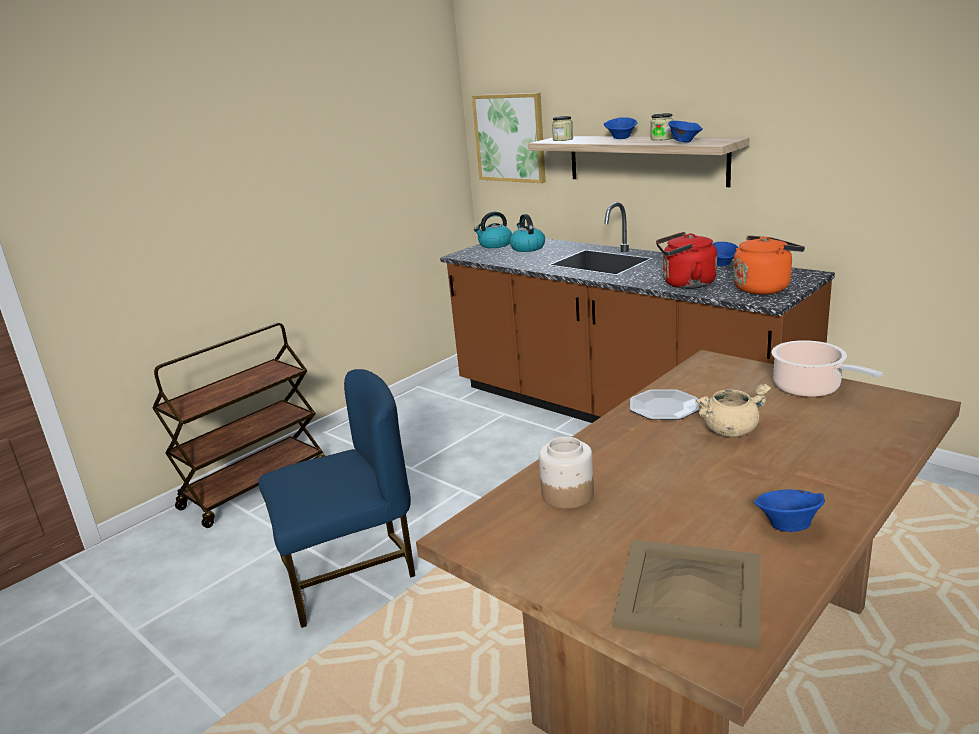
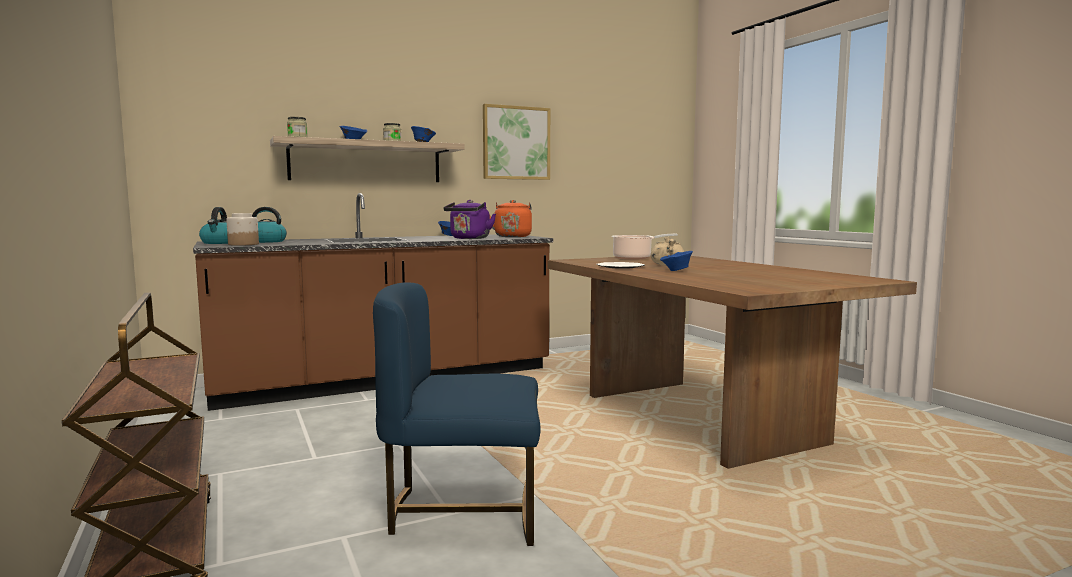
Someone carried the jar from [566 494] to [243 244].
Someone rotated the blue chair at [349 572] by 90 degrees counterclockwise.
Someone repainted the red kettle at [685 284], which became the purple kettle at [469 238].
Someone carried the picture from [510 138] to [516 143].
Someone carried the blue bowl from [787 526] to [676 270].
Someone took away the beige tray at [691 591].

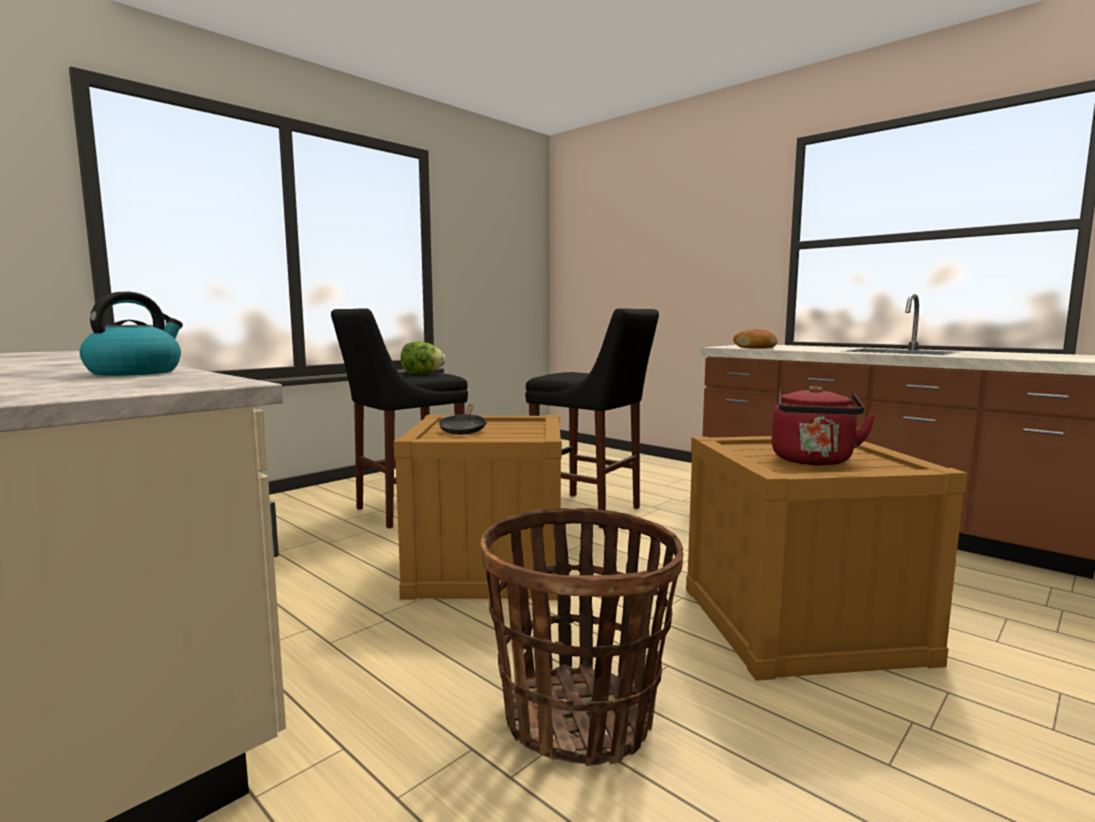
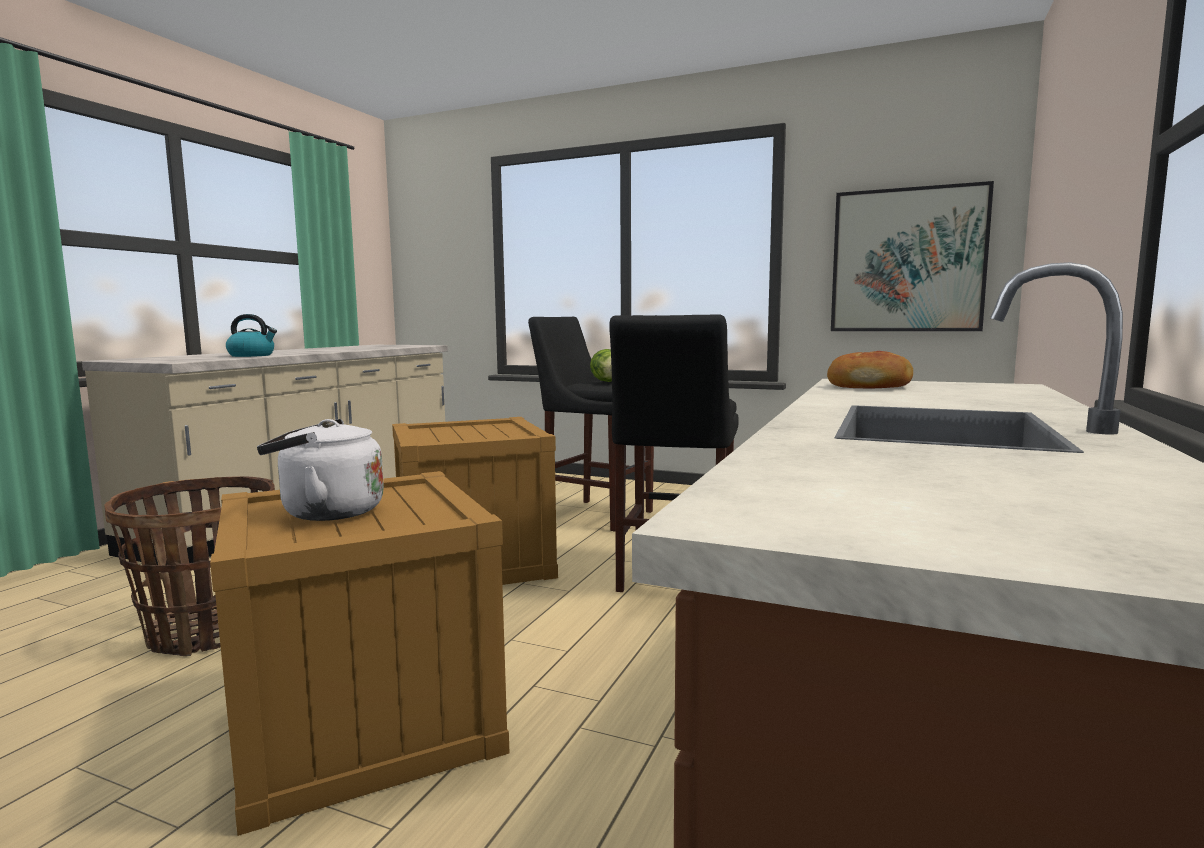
Someone repainted the red kettle at [813 461], which became the white kettle at [326 513].
Someone put up the picture at [907 260].
Someone took away the black frying pan at [463 430].

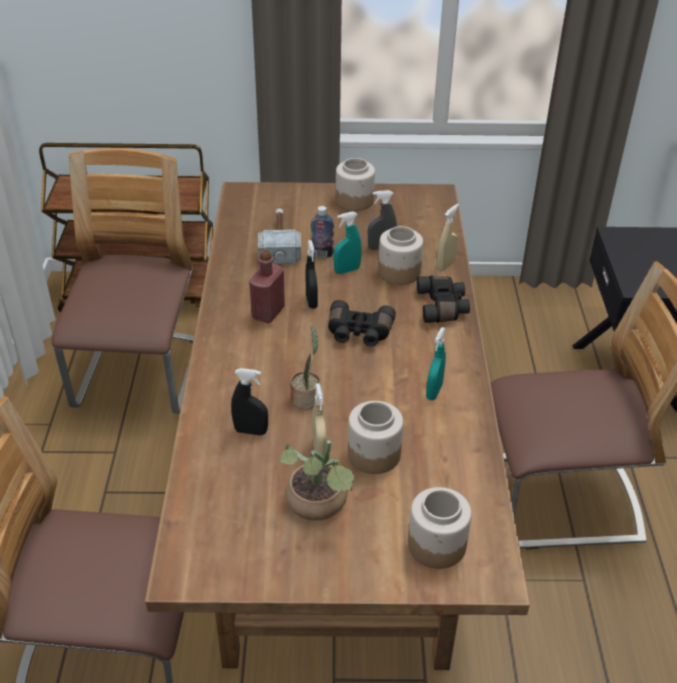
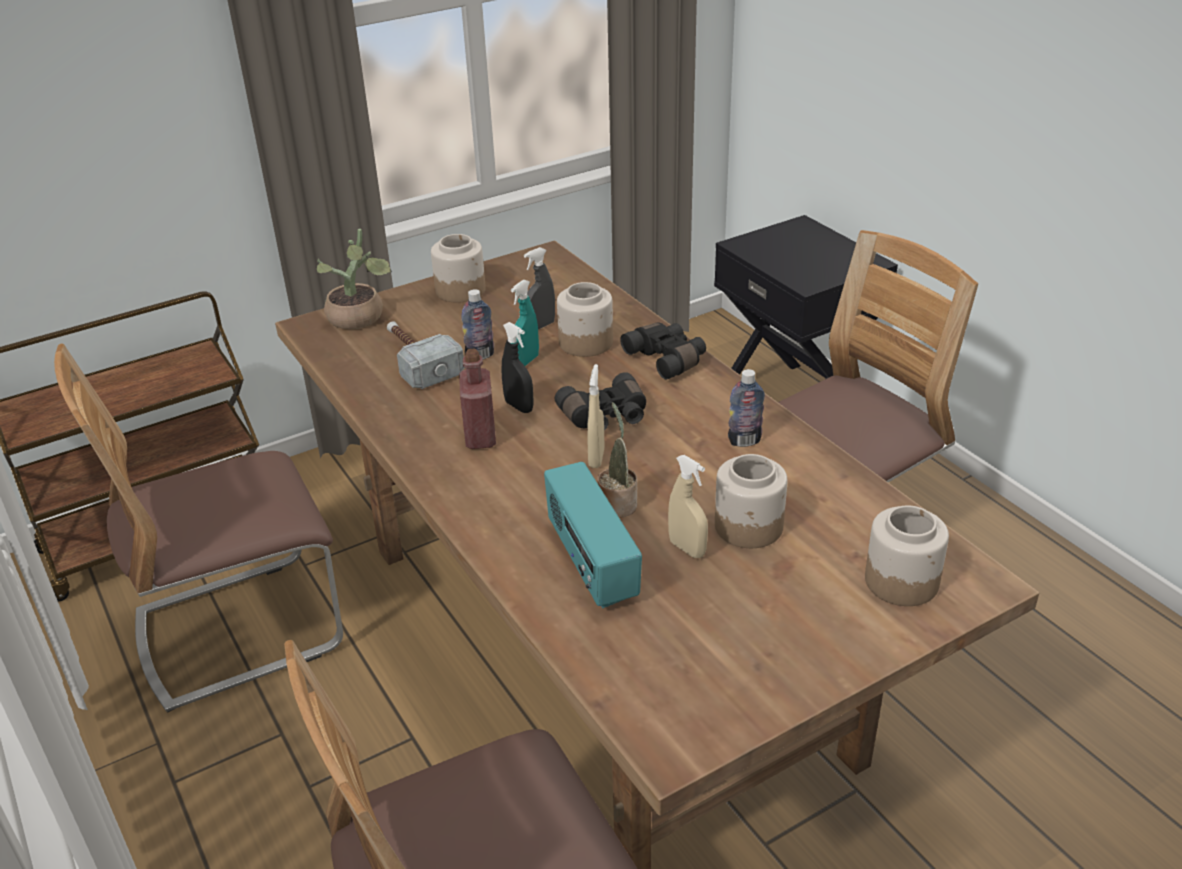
Someone rotated the chair at [140 376] by 90 degrees counterclockwise.
Someone carried the potted plant from [318 506] to [360 320].
Someone swapped the black spray bottle at [251 431] for the radio at [590 564].
Someone carried the beige spray bottle from [445 265] to [596 458].
Someone swapped the turquoise spray bottle at [434 392] for the bottle at [744 441].

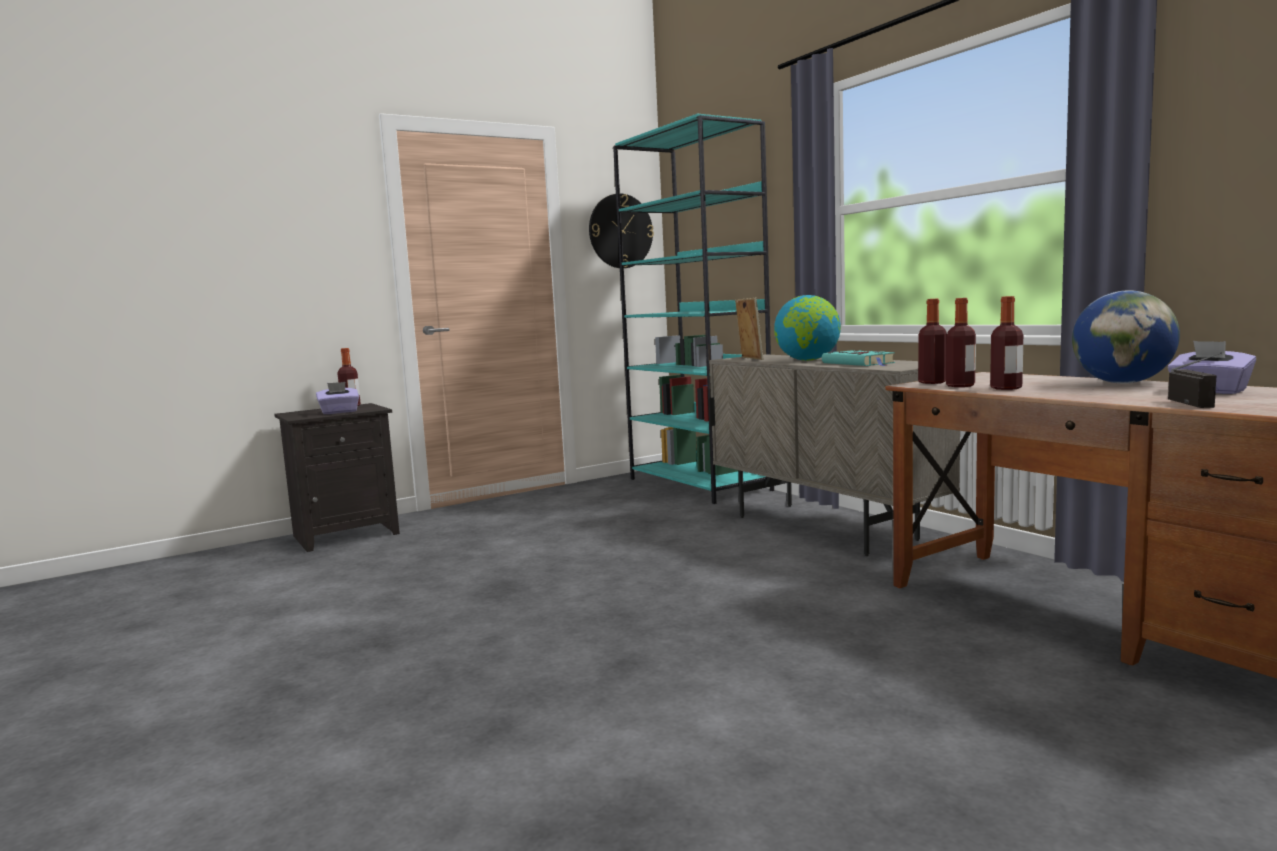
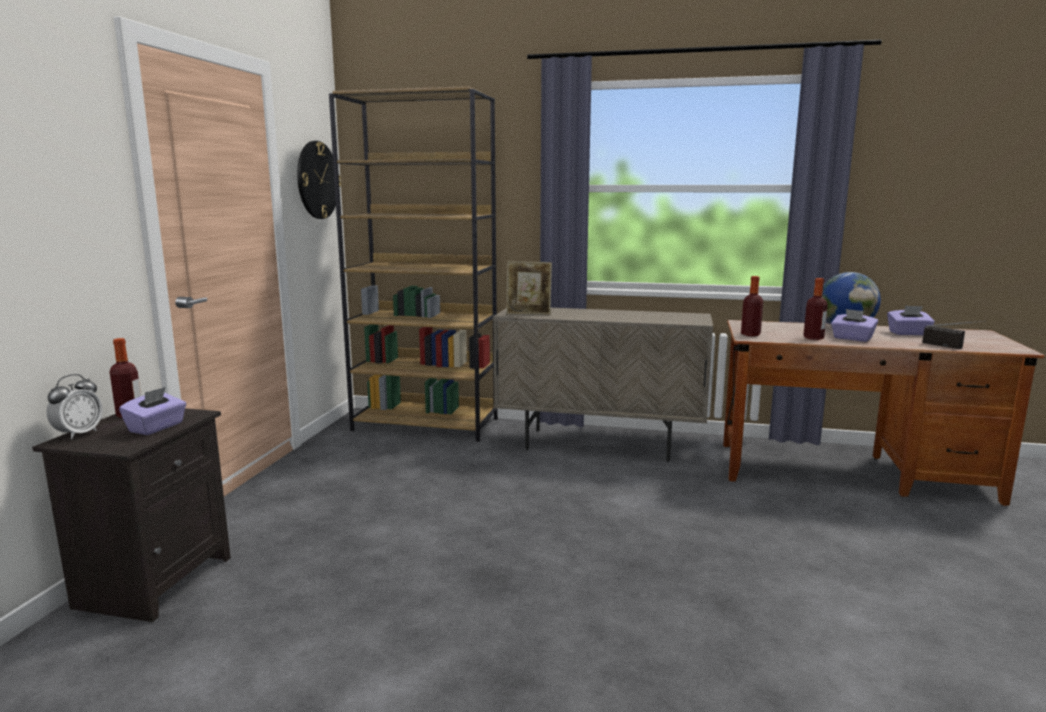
Someone put down the alarm clock at [78 434].
Someone repainted the turquoise bookcase at [700 484], which became the brown bookcase at [426 424].
Someone rotated the picture frame at [750 359] by 150 degrees clockwise.
Someone put down the purple tissue box at [852 338].
Someone took away the globe at [807 360].
Someone took away the turquoise book at [859 363].
Someone took away the bottle at [960 386].

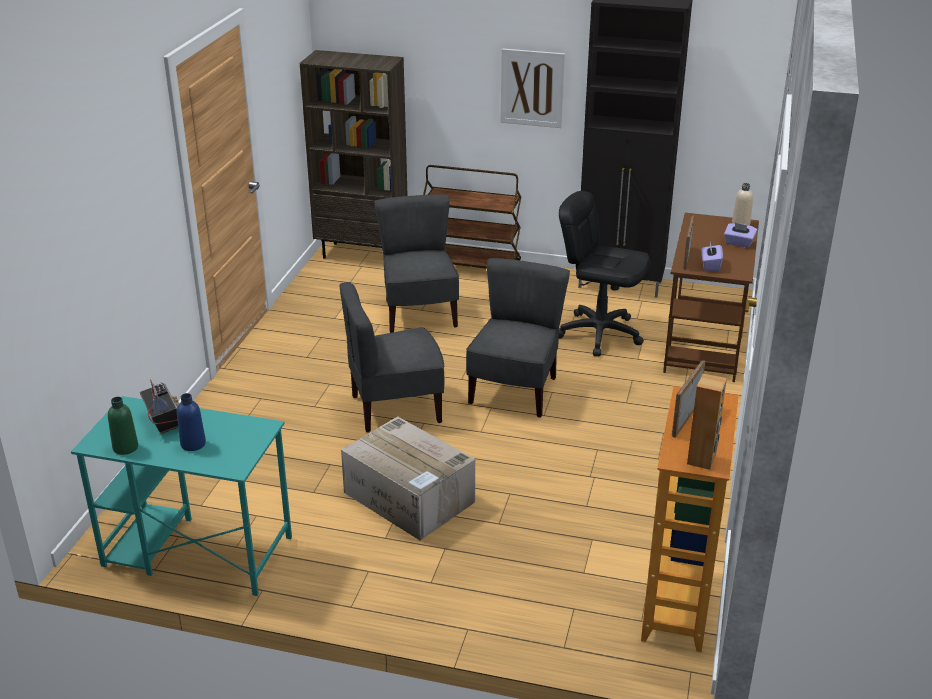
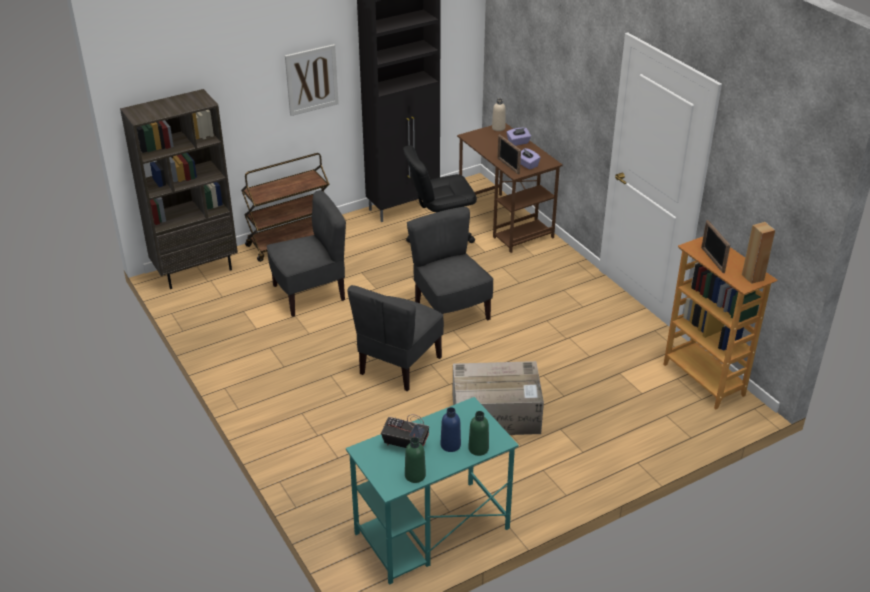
Someone rotated the grey chair at [419 314] by 120 degrees clockwise.
Someone put down the green bottle at [478 449].

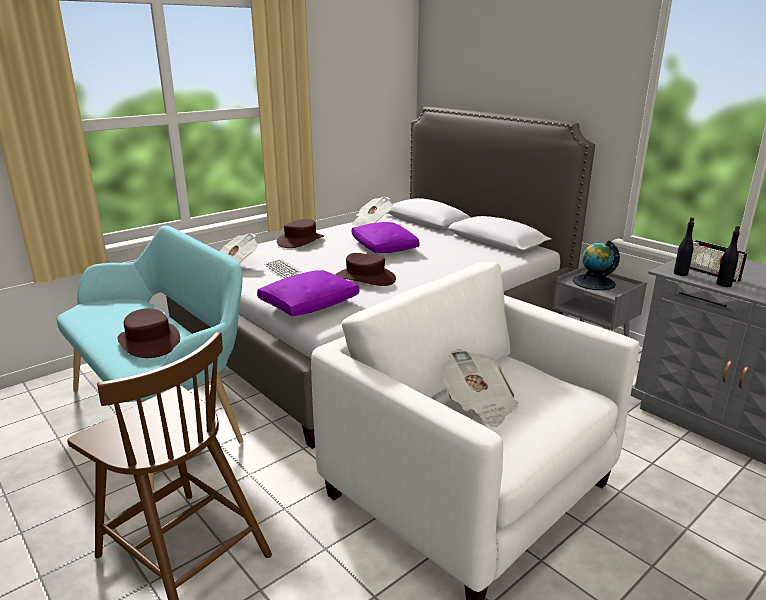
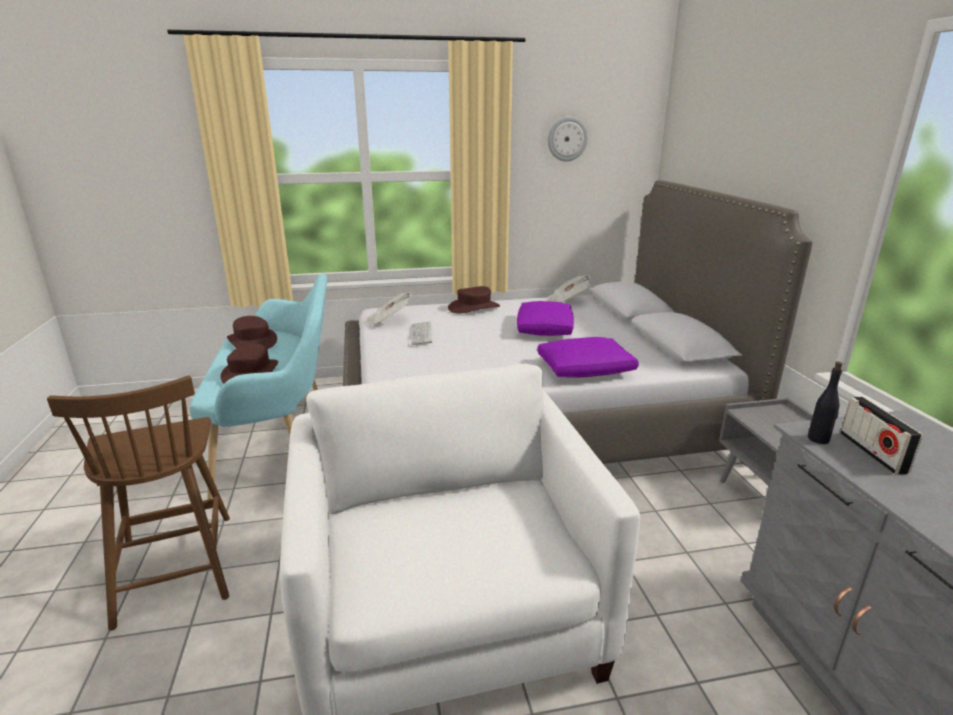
Someone carried the brown hat from [365 278] to [253 341].
Someone carried the purple pillow from [308 305] to [584 369].
Someone put up the wall clock at [567 139].
Someone took away the newspaper at [478 405].
Someone took away the globe at [594 282].
Someone took away the black bottle at [723 284].

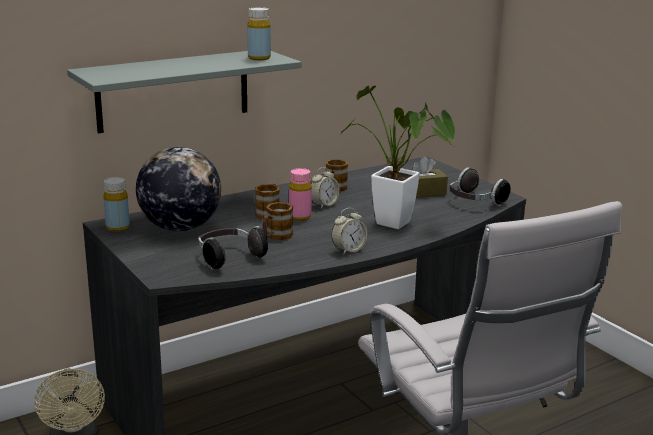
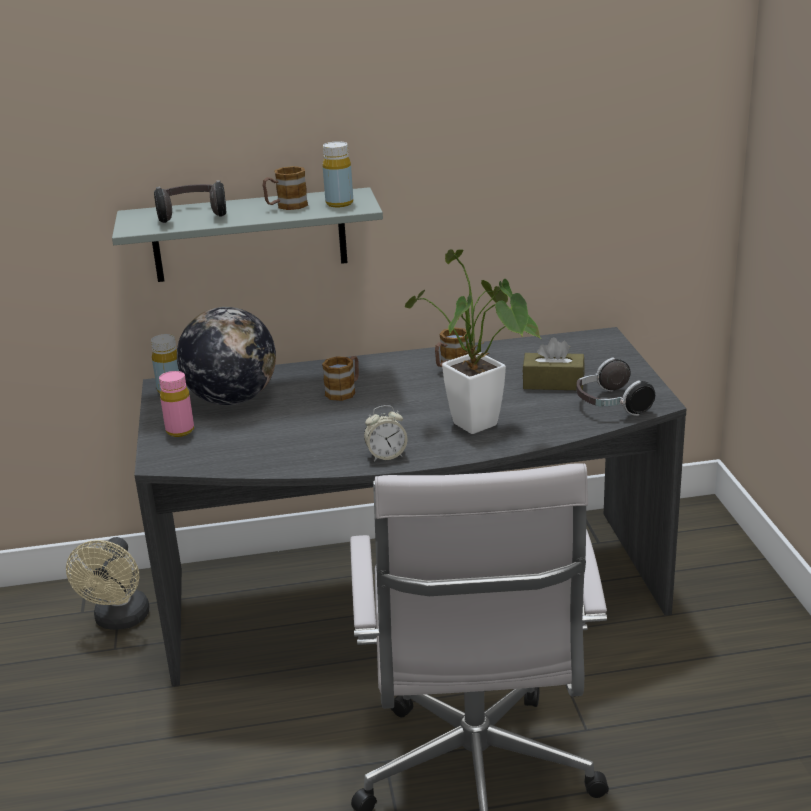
Someone carried the headphones from [229 258] to [192 215].
Someone carried the pink bottle from [300 217] to [180 431].
Someone carried the mug from [276 236] to [286 206].
Someone took away the alarm clock at [324 205].

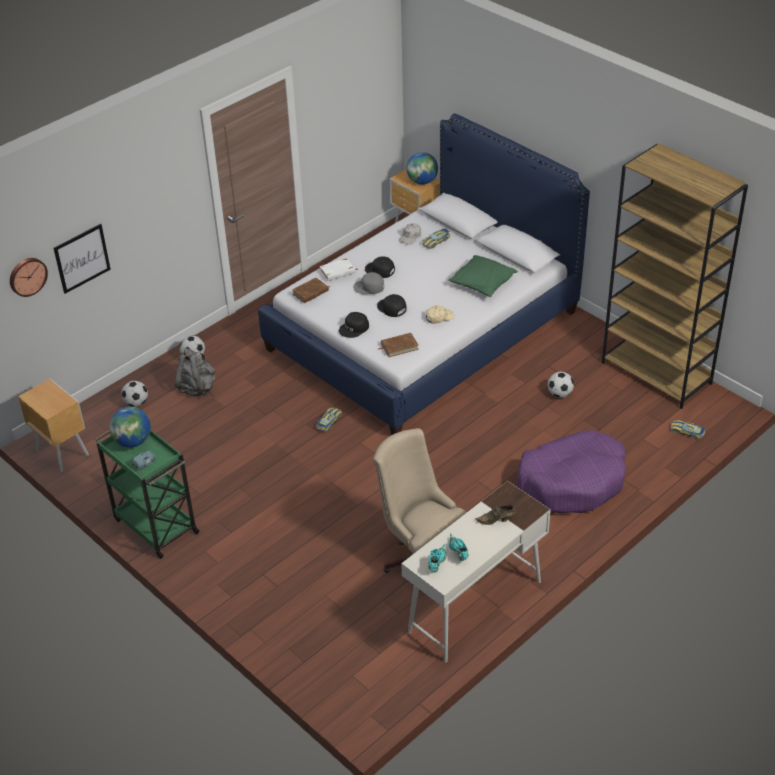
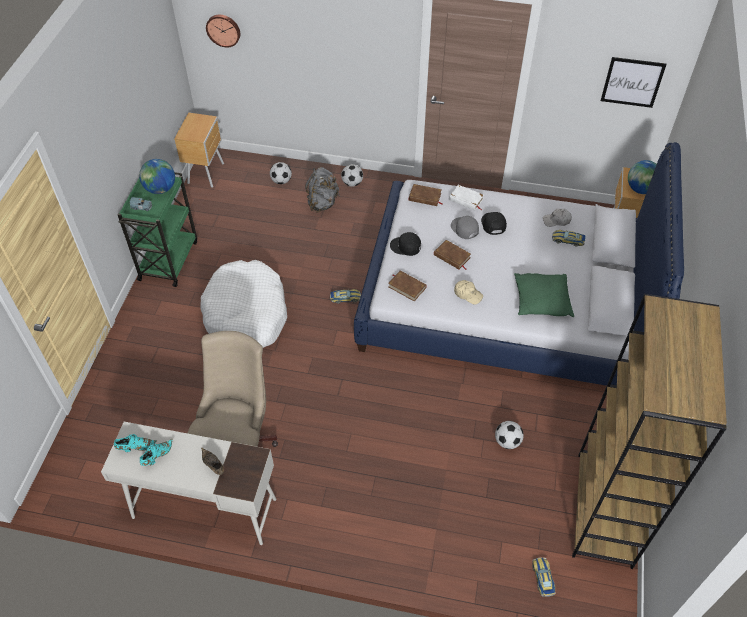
Someone put down the white dog bed at [246 314].
Someone swapped the black cap at [391 308] for the brown book at [452 256].
Someone carried the picture from [82 258] to [632 82].
Someone took away the purple dog bed at [572 482].

